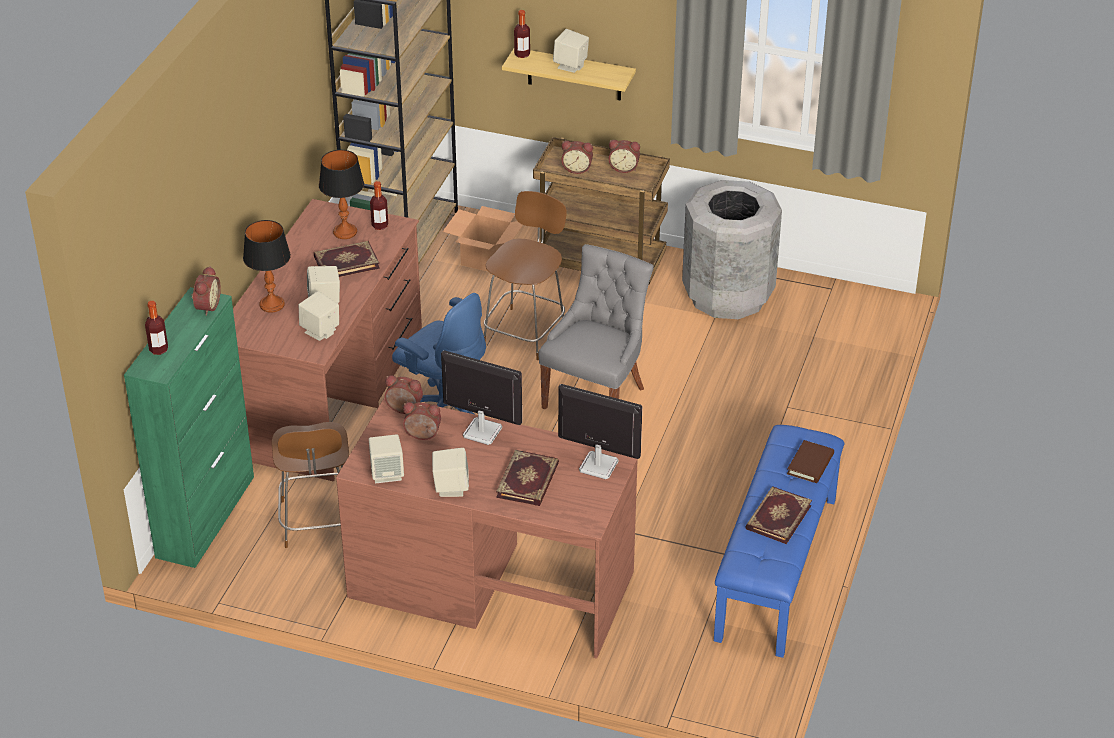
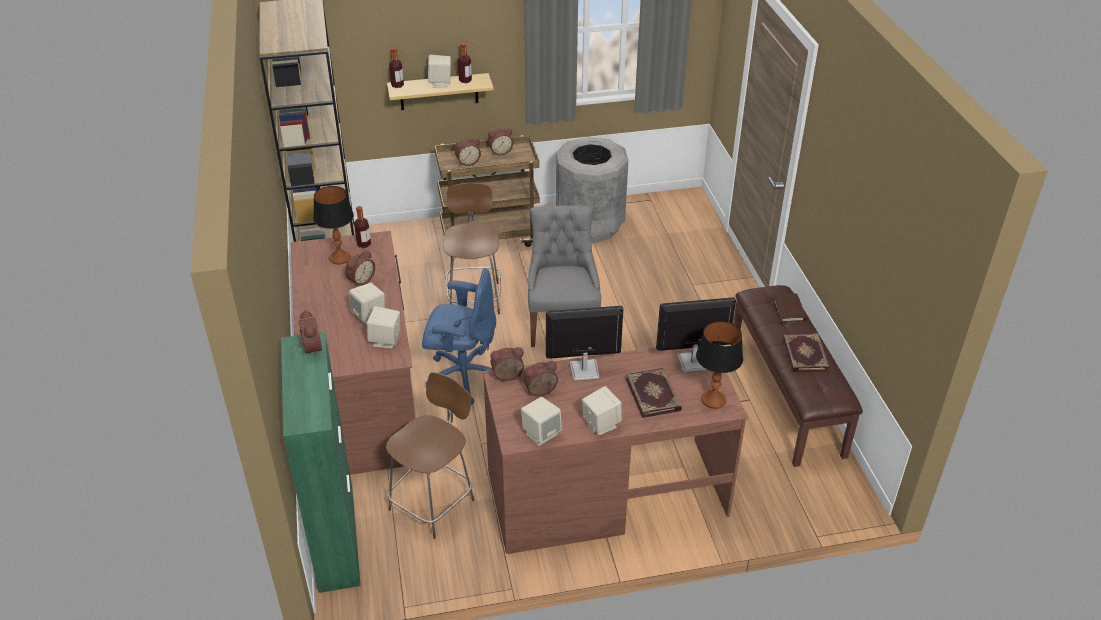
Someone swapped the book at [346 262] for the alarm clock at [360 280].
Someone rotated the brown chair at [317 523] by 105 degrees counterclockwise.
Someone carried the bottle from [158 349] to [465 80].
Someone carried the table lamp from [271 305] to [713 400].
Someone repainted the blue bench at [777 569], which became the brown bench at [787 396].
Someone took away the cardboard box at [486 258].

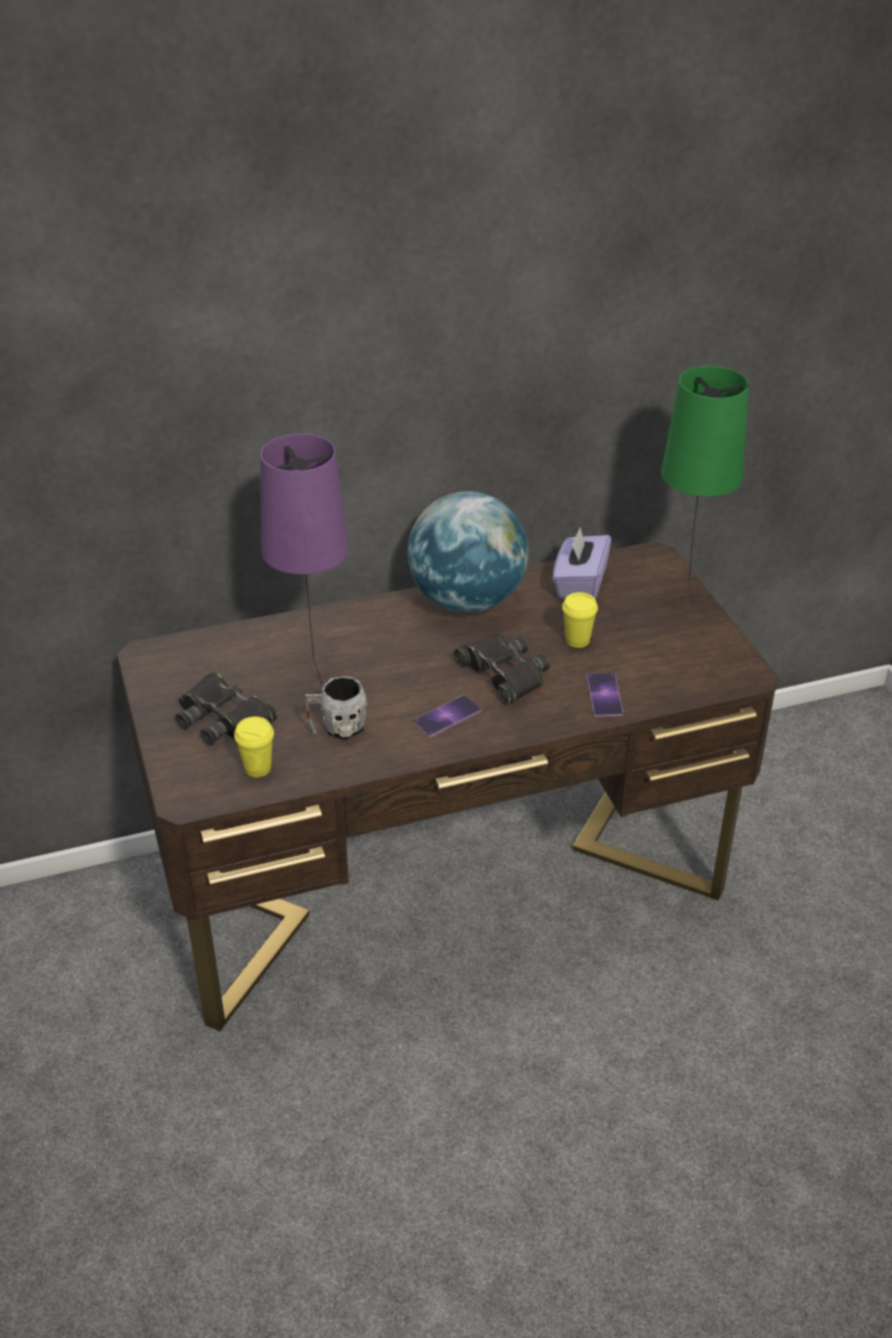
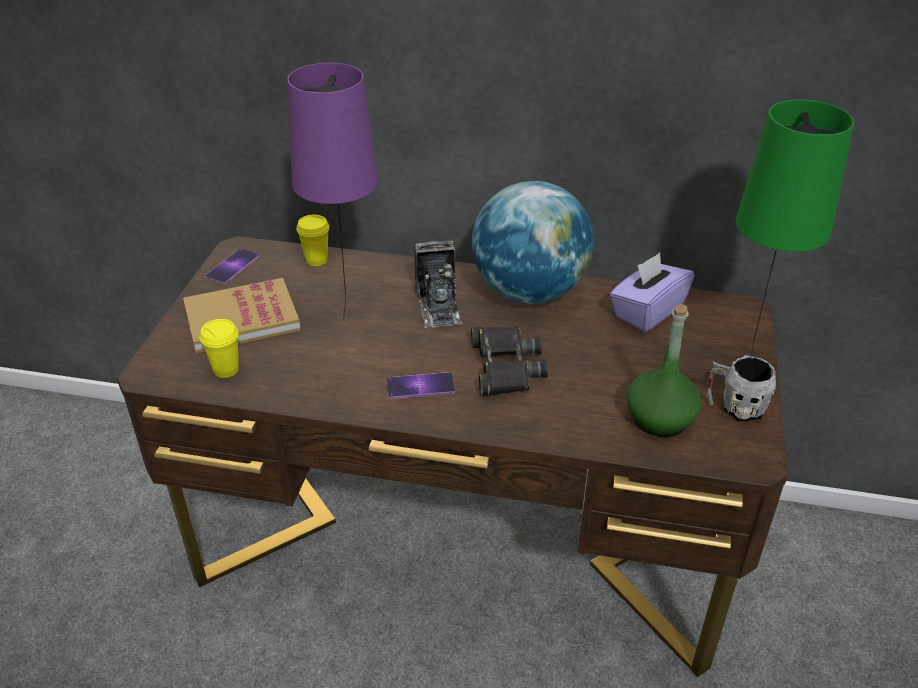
Someone swapped the black binoculars at [223 718] for the book at [242 318].
Someone carried the phone from [604 695] to [233 266].
Someone carried the yellow cup from [577 640] to [316 260].
Someone put down the photo camera at [438 306].
Someone put down the green bottle at [660 419].
Someone carried the grey mug from [337 728] to [735 407].

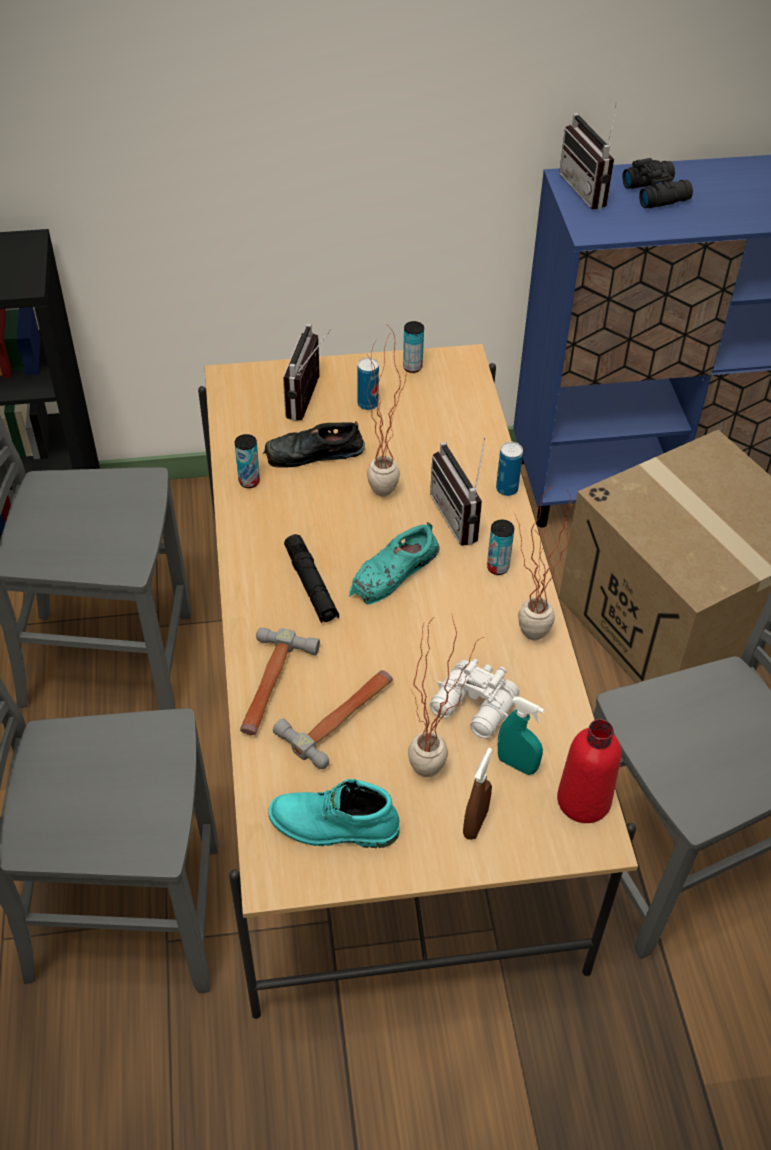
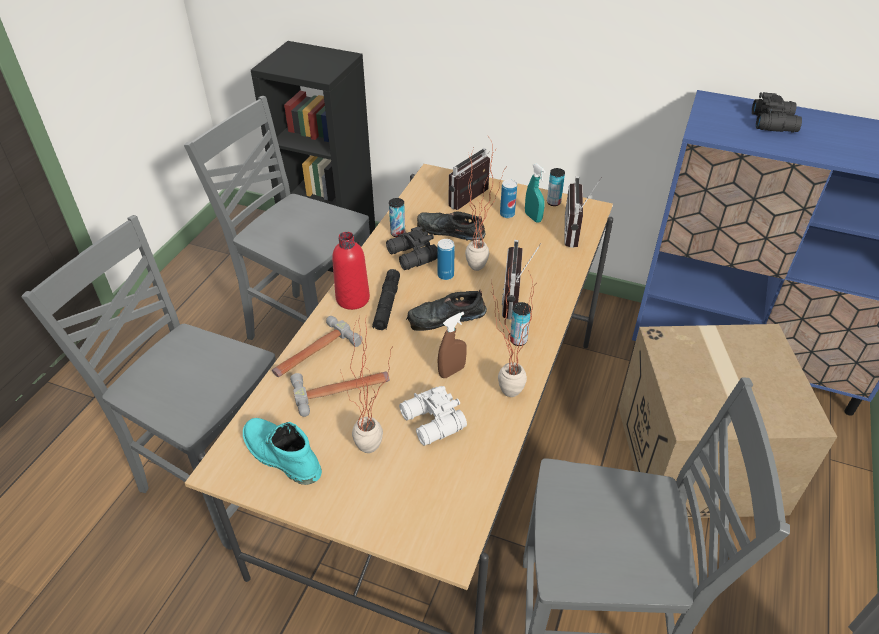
Someone carried the red bottle from [583 800] to [352 299].
Someone put down the black binoculars at [412 256].
Someone repainted the turquoise shoe at [393 573], which became the black shoe at [445 317].
Someone carried the can from [507 489] to [445 275].
Someone carried the brown spray bottle from [475 823] to [452 371].
Someone carried the turquoise spray bottle from [517 764] to [533 217].
Someone carried the radio from [590 190] to [577 233].

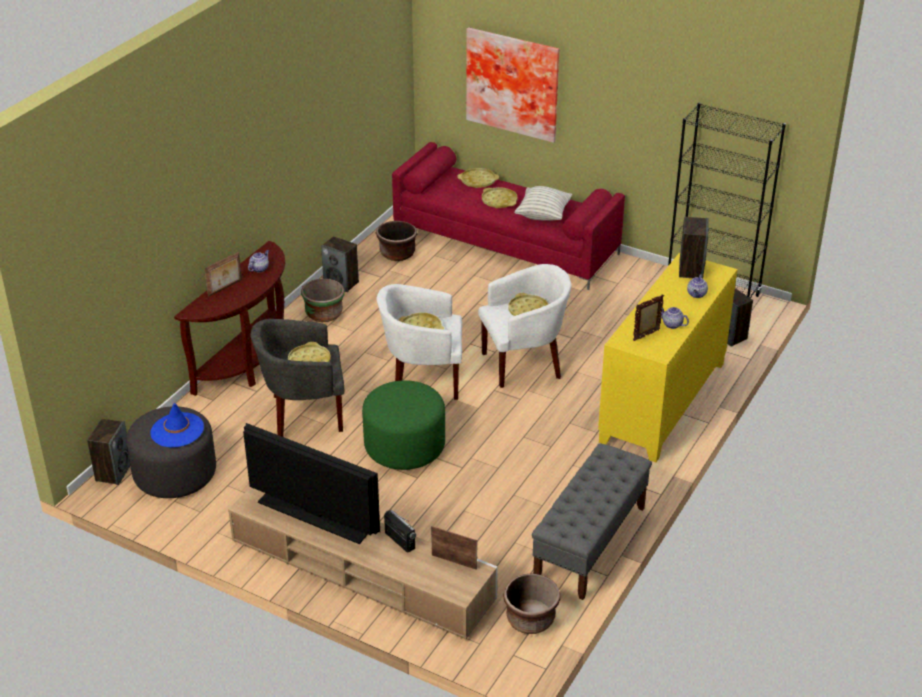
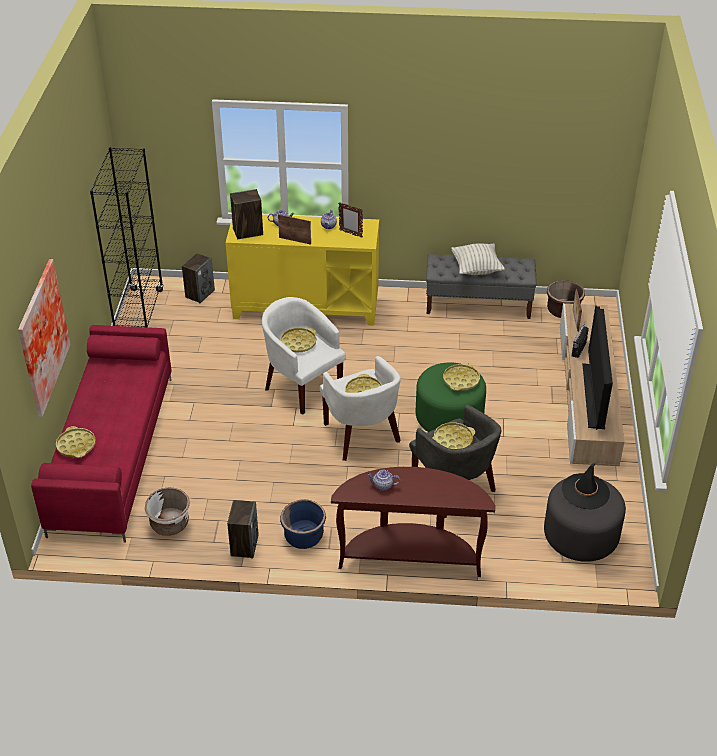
Someone repainted the brown planter at [397 254], which became the white planter at [170 524].
Someone carried the picture frame from [225 288] to [295 240].
Someone repainted the green planter at [324 314], which became the blue planter at [304 536].
Someone carried the yellow tray from [499 201] to [461 380].
Someone carried the pillow from [543 215] to [476 269].
Someone repainted the blue hat at [177 430], which became the black hat at [585 491].
Someone took away the speaker at [113 472].

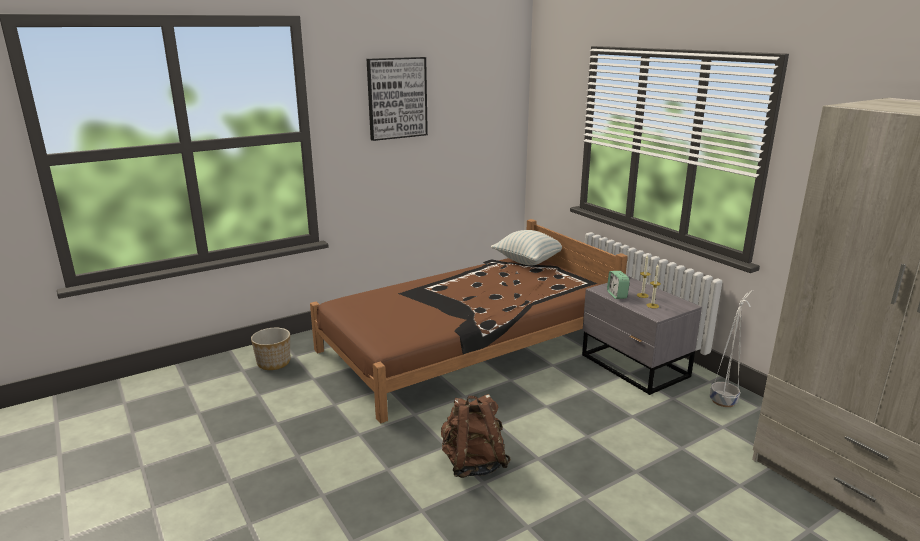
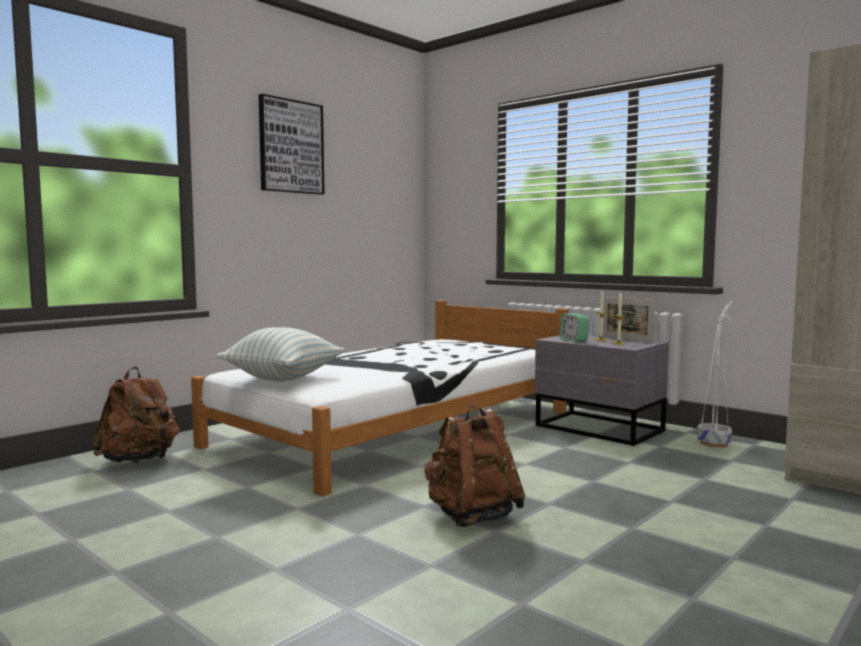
Someone swapped the planter at [274 362] for the brown backpack at [139 461].
Someone repainted the brown bed at [469 344], which became the white bed at [397 428].
Someone carried the pillow from [528 261] to [283 378].
Someone put down the picture frame at [626 339].

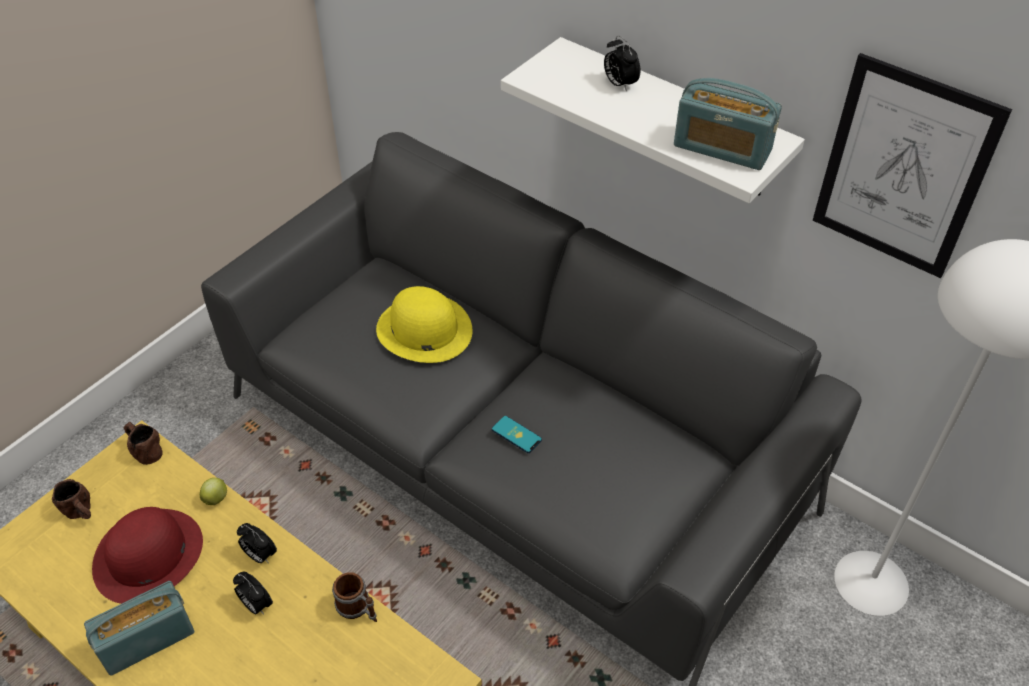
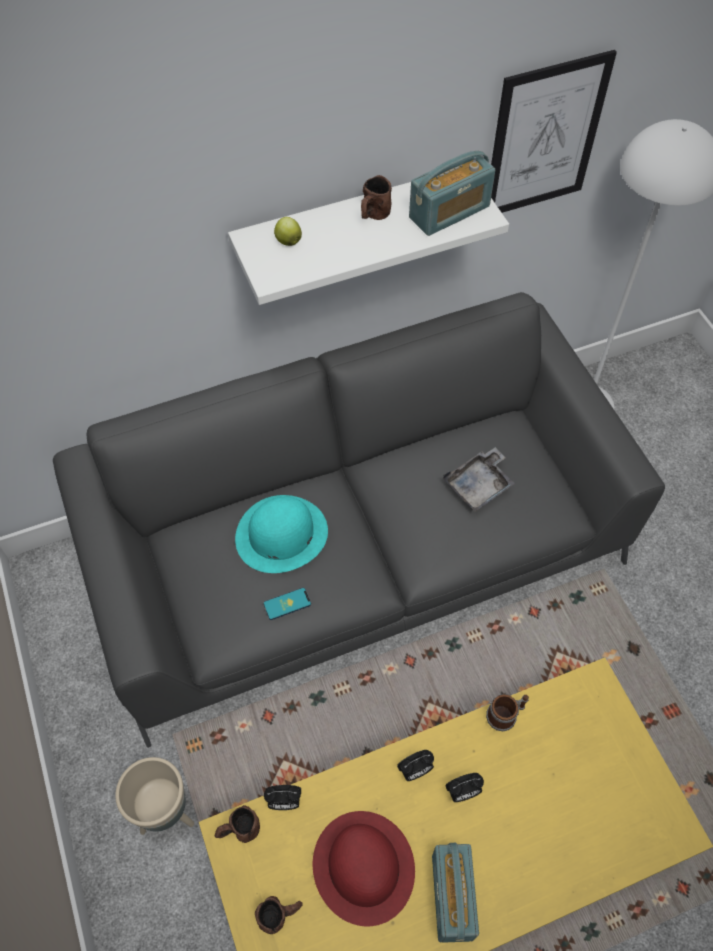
Someone put down the beige planter at [166 813].
Someone repainted the yellow hat at [423 329], which became the turquoise hat at [281 535].
Someone carried the phone from [516 434] to [287 604].
Someone carried the alarm clock from [619 84] to [284 802].
Someone carried the apple from [216 498] to [288 241].
Someone put down the brown mug at [373 216].
Someone put down the grey tray at [479 485].

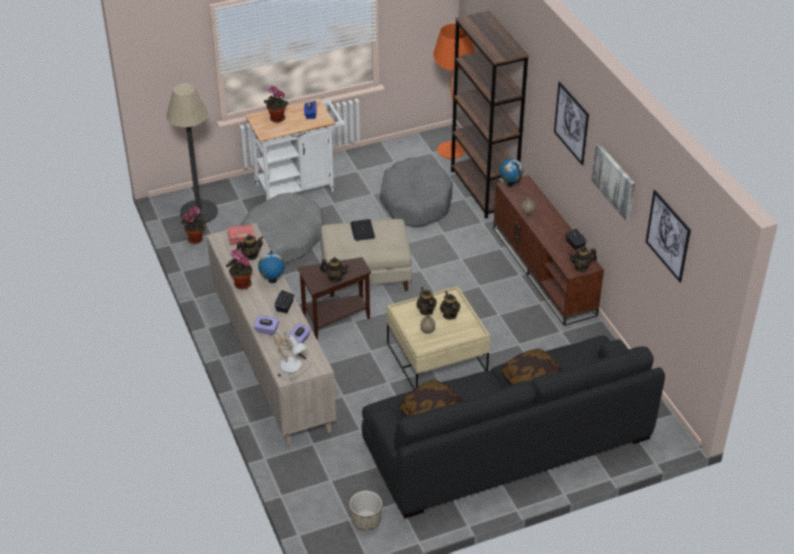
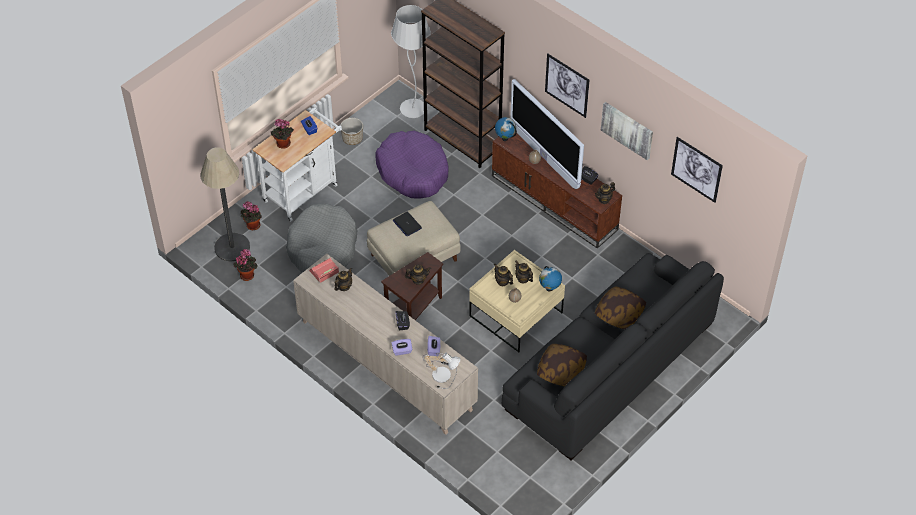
Someone carried the potted plant from [241 284] to [252 226].
Someone carried the planter from [366 520] to [352 139].
Someone repainted the grey dog bed at [416 202], which became the purple dog bed at [413 171].
Someone repainted the orange floor lamp at [451 151], which became the white floor lamp at [413 109].
Someone put down the television at [544 158].
Someone carried the globe from [272 280] to [549 288].

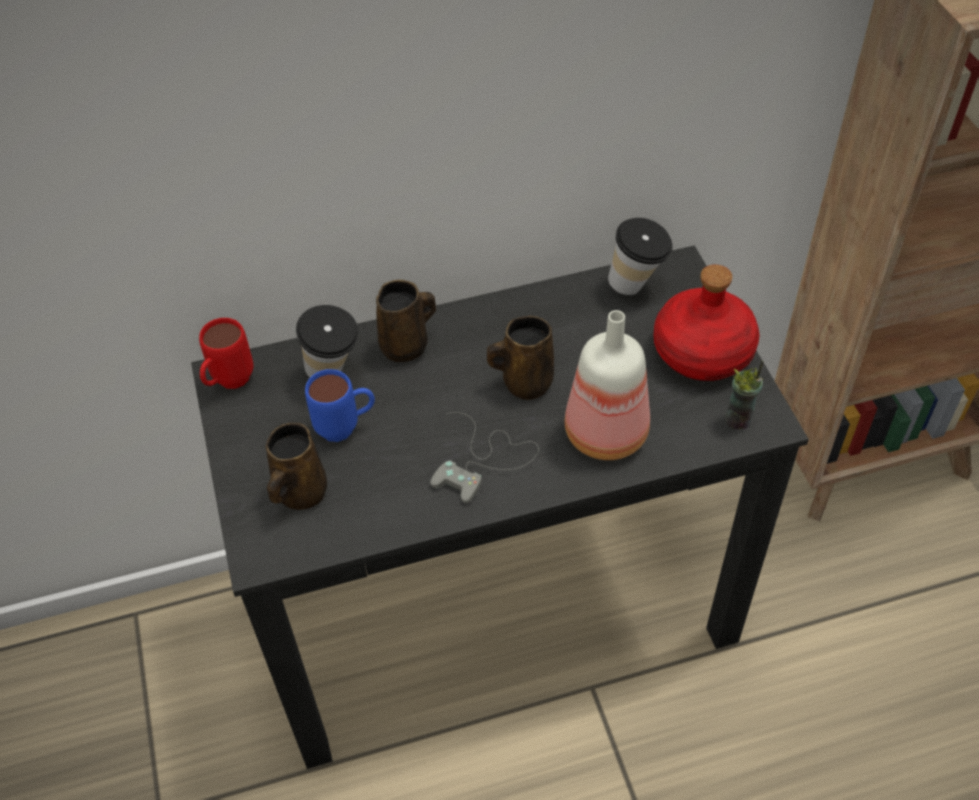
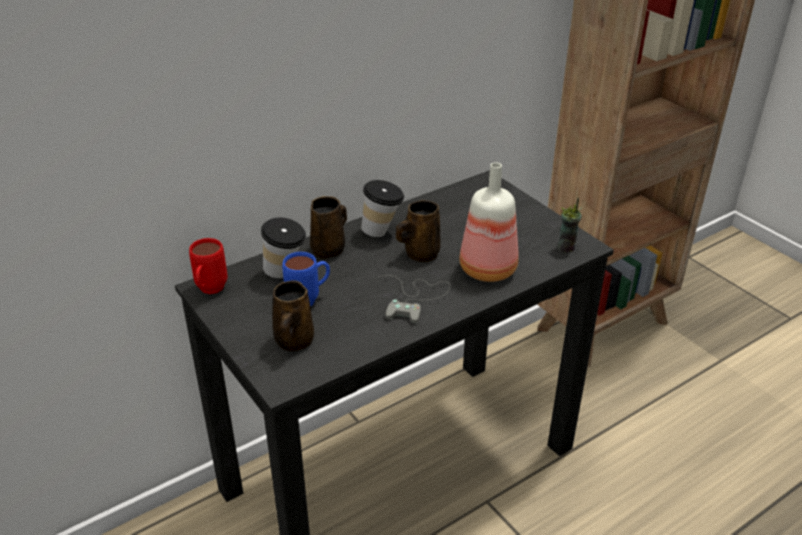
Someone carried the cup from [637 286] to [382 231].
Someone took away the red bottle at [702 351].

